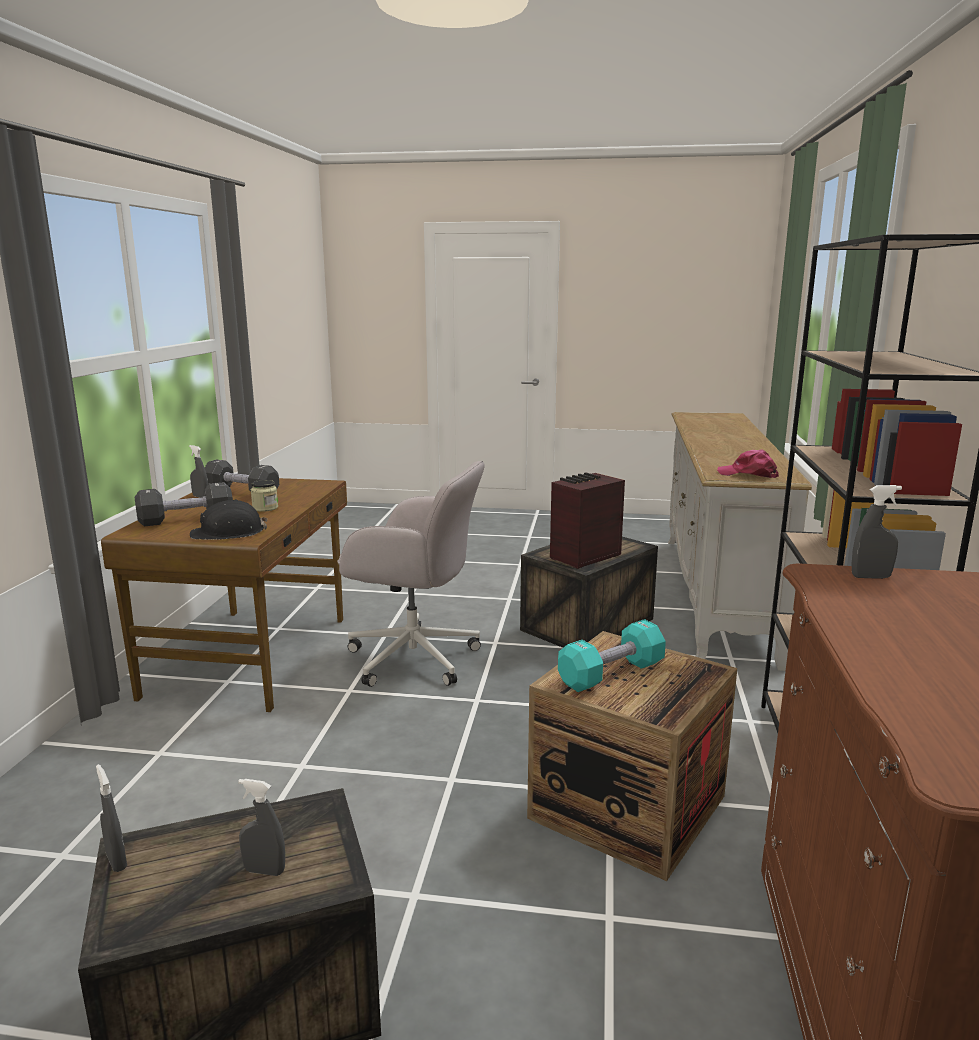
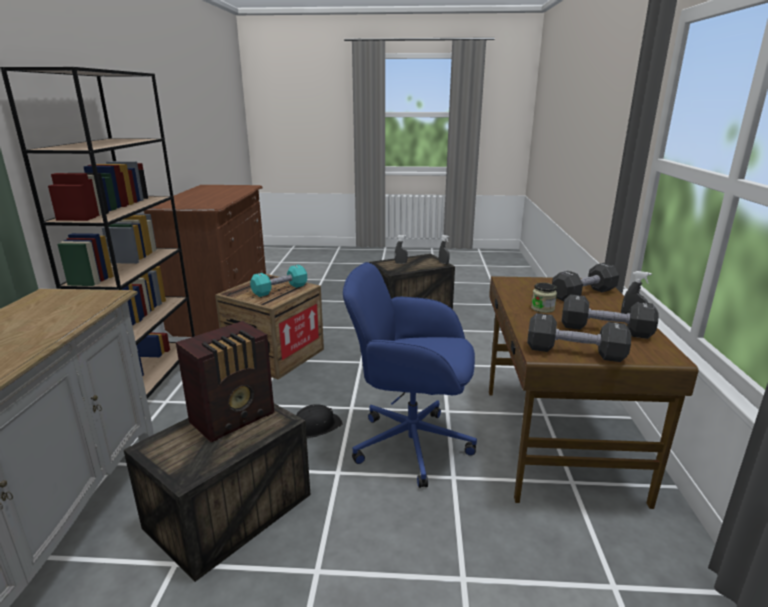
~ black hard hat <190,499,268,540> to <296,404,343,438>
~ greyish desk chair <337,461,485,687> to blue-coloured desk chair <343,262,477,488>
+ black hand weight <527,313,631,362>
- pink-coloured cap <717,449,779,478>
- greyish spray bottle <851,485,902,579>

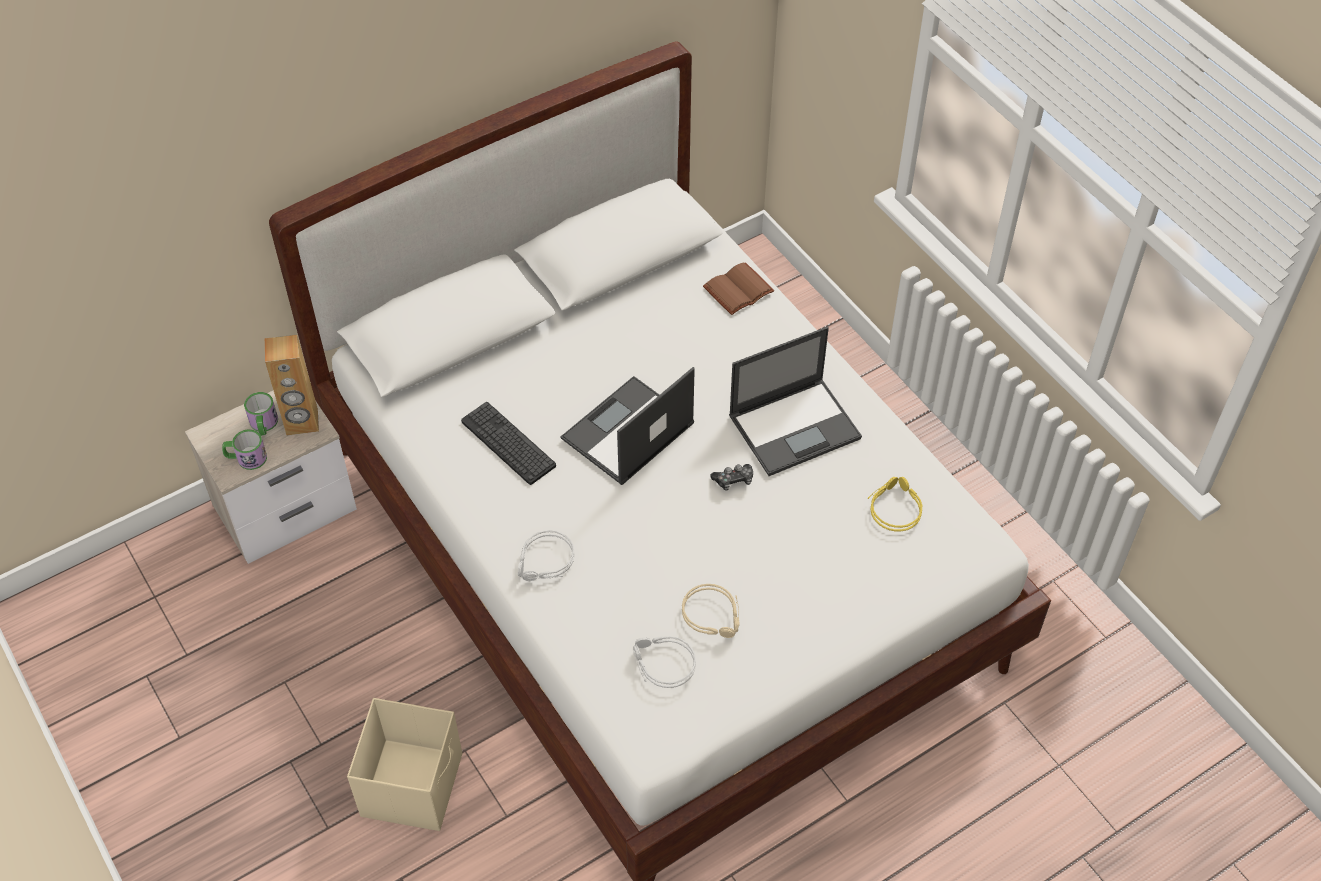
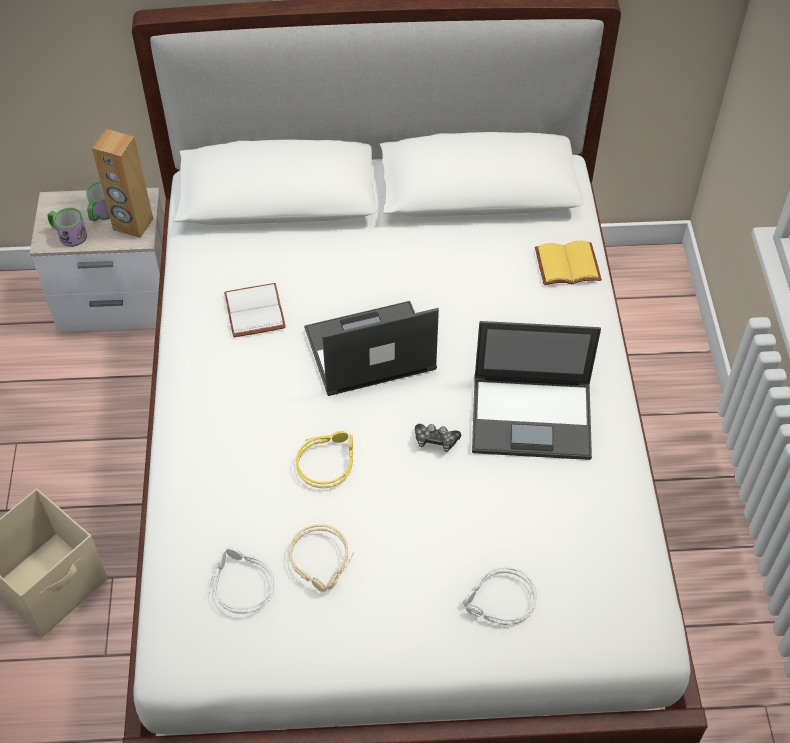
~ keyboard <461,402,556,485> to white book <224,283,286,337>
~ yellow headphones <868,477,922,531> to <296,431,353,488>
~ greyish headphones <518,530,575,581> to <463,567,537,628>
~ brown-coloured book <703,262,775,315> to yellow book <535,241,602,285>

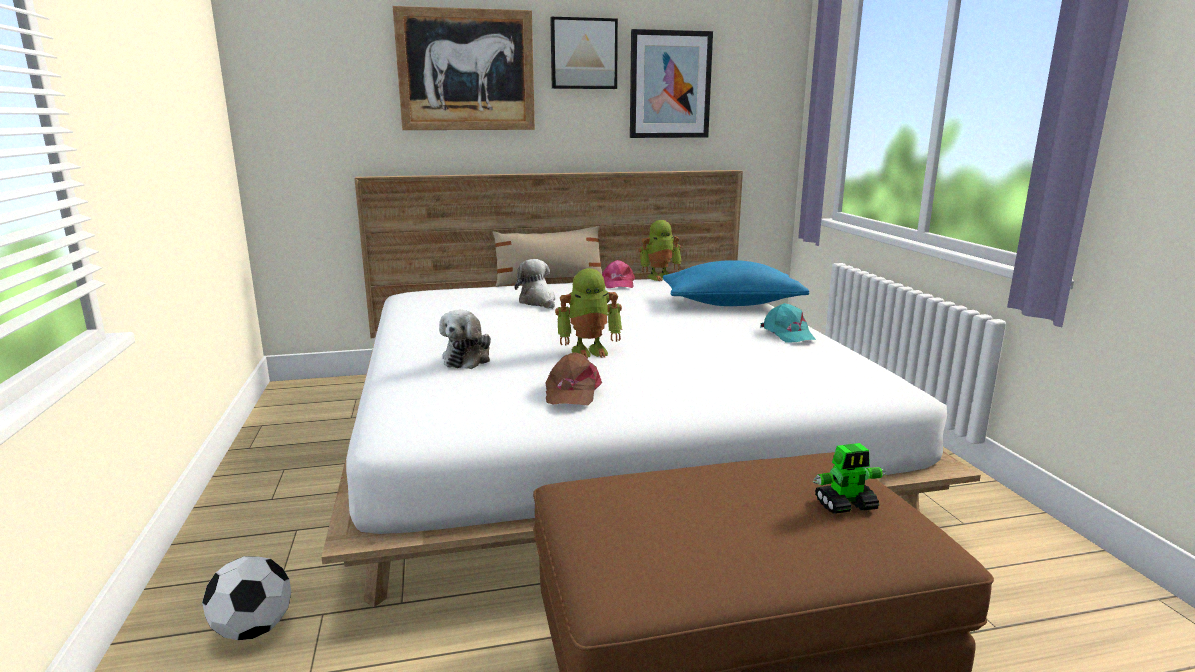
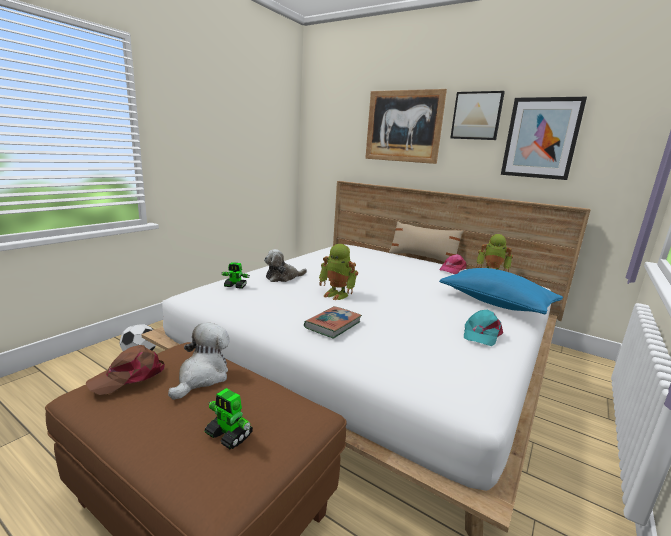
~ brown-coloured cap <546,352,602,405> to <86,345,165,395>
~ plush toy <515,259,556,309> to <168,323,230,400>
+ robot figure <221,262,250,289>
+ book <304,306,362,339>

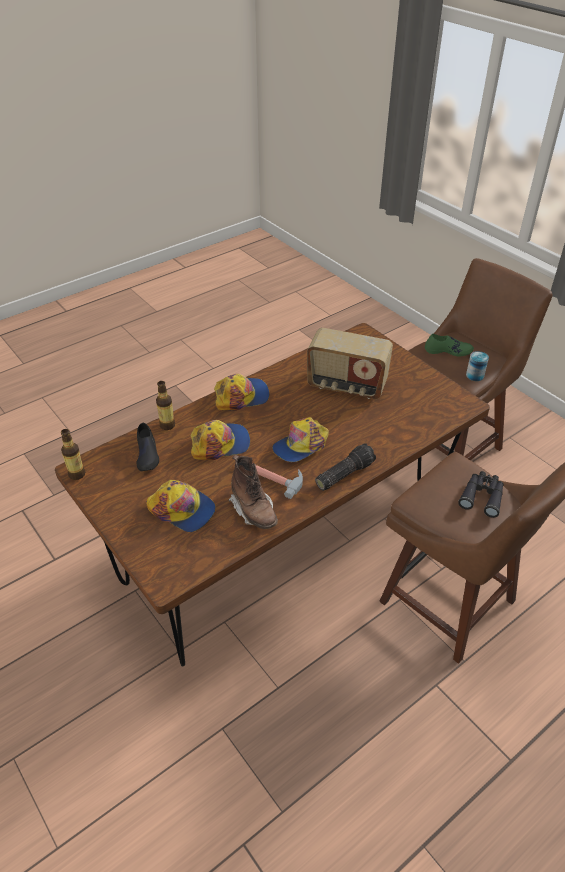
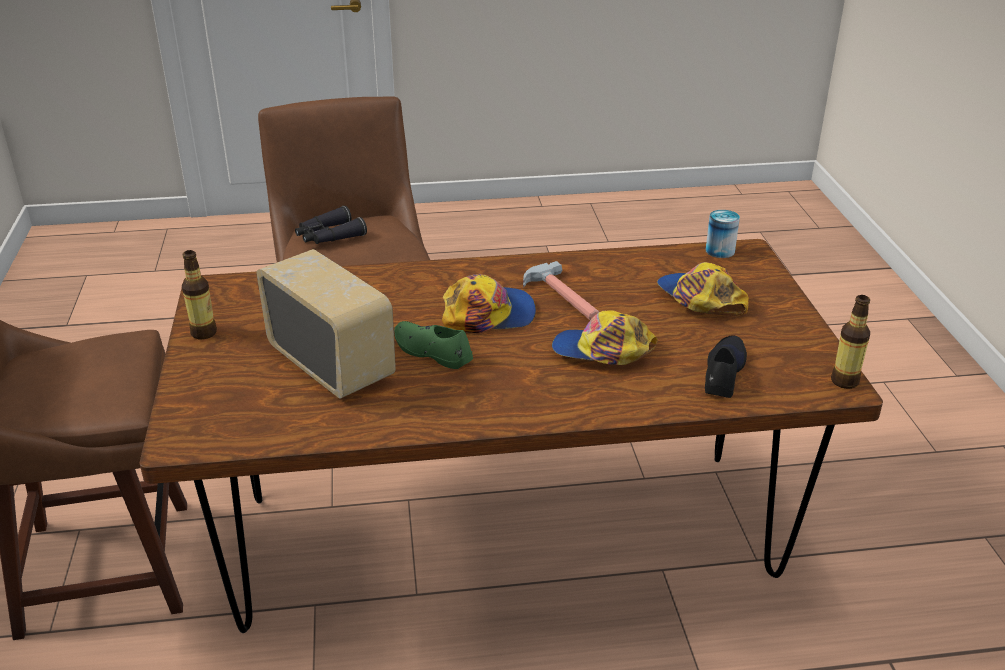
~ bottle <156,381,175,430> to <182,250,217,339>
~ green item of footwear <425,334,474,357> to <394,321,473,369>
~ can <466,351,489,381> to <706,210,740,258>
- cap <214,374,269,411>
- brown-coloured high-top boot <229,454,278,529>
- flashlight <315,443,376,491>

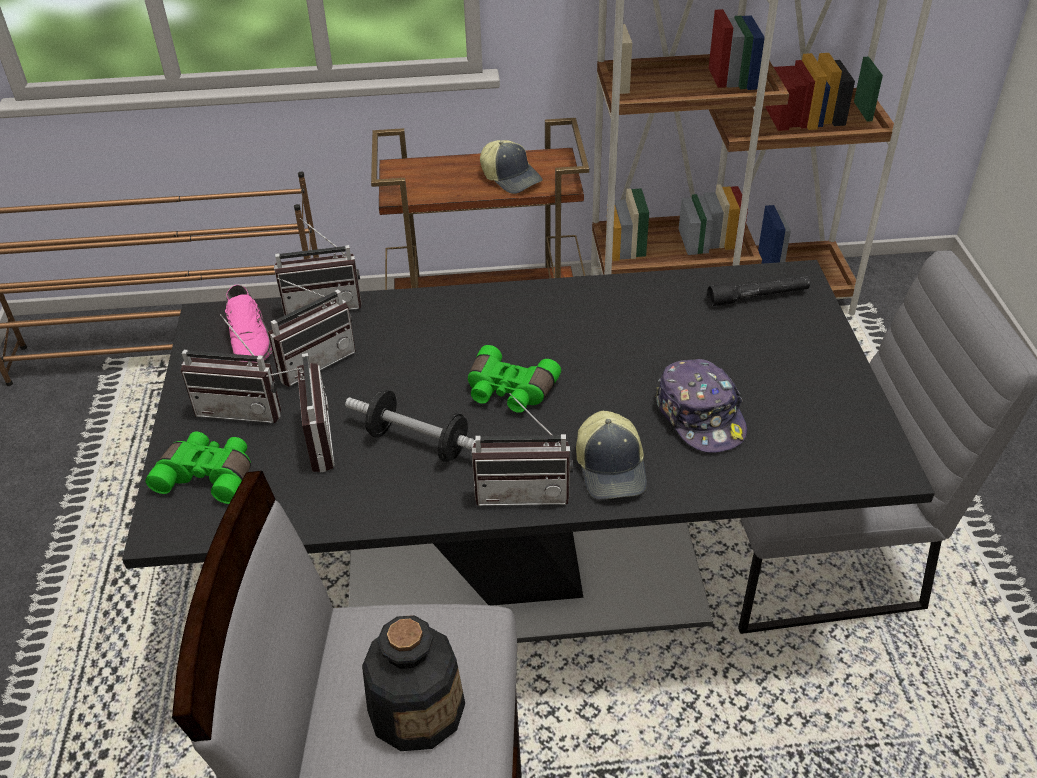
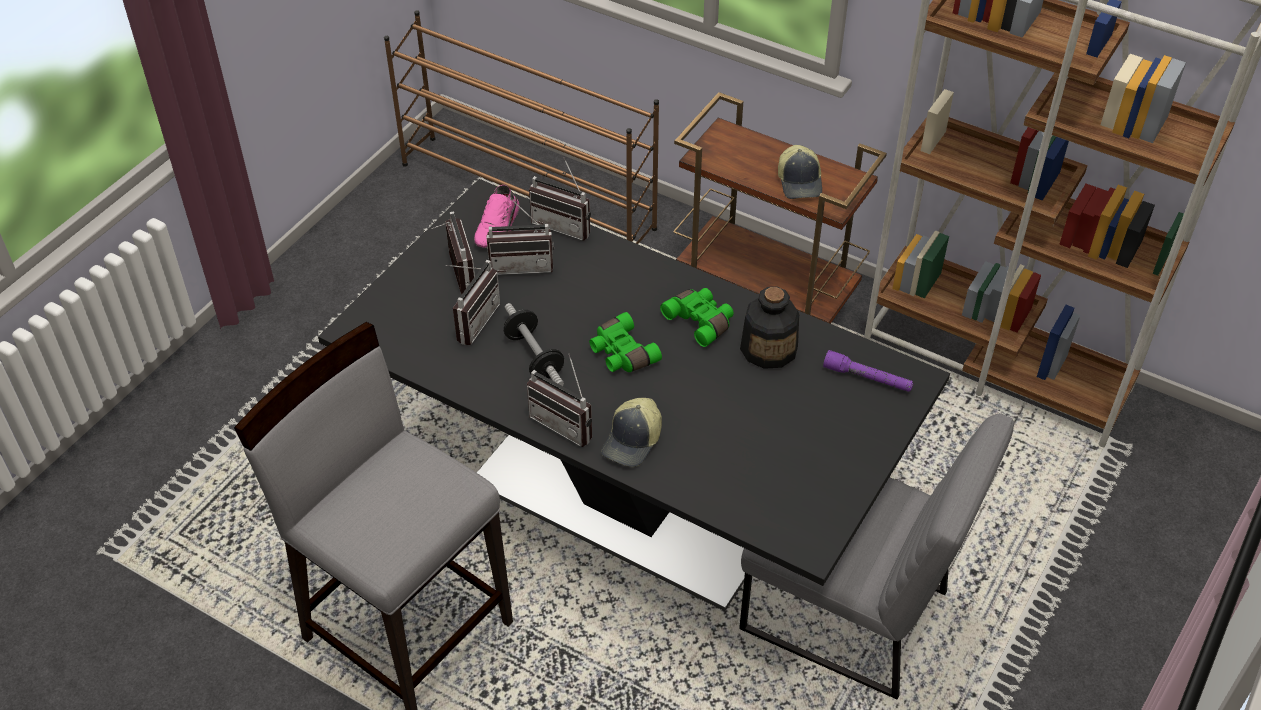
~ radio <181,314,281,423> = <432,211,475,295> 150 degrees counterclockwise
~ green field glasses <145,432,251,504> to <660,288,734,347>
~ bottle <362,615,465,751> to <740,287,799,369>
~ black flashlight <707,276,810,306> to purplish flashlight <823,350,913,392>
- cap <656,359,747,453>

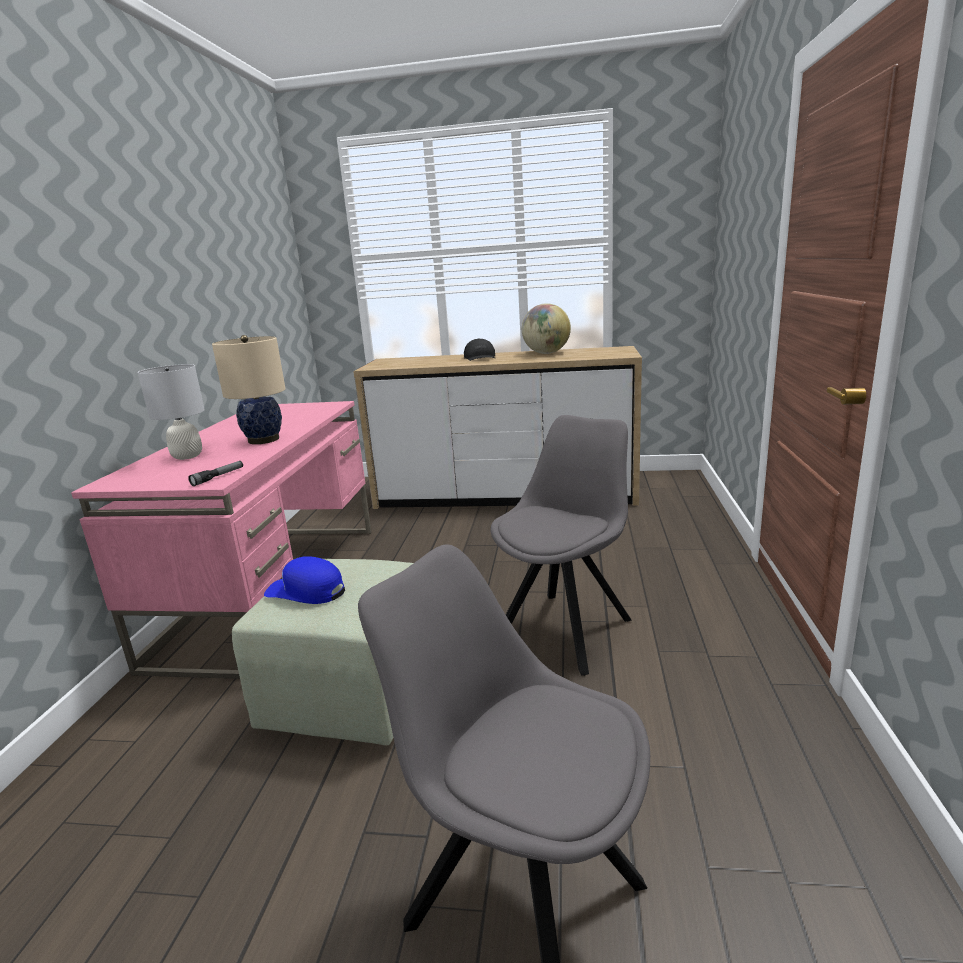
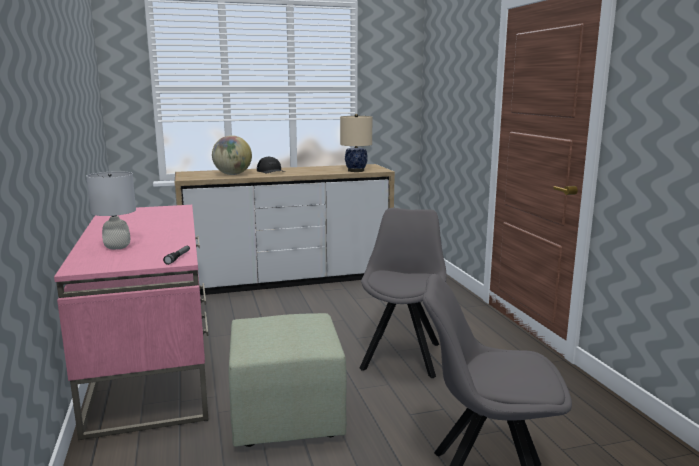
~ globe <522,303,571,354> to <212,135,252,175>
~ beige lamp for a table <212,335,286,444> to <340,114,372,172>
- blue-coloured cap <264,556,345,604>

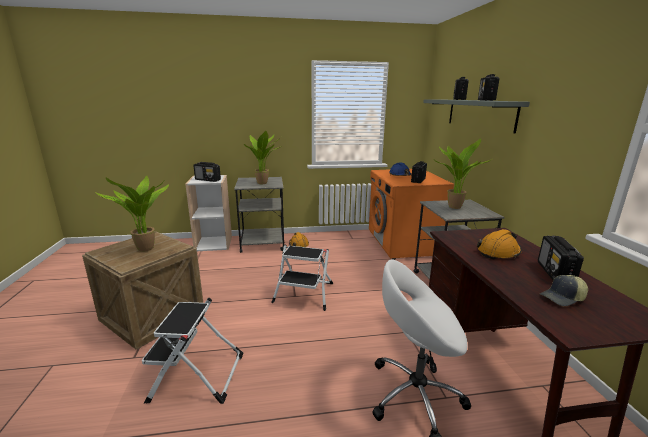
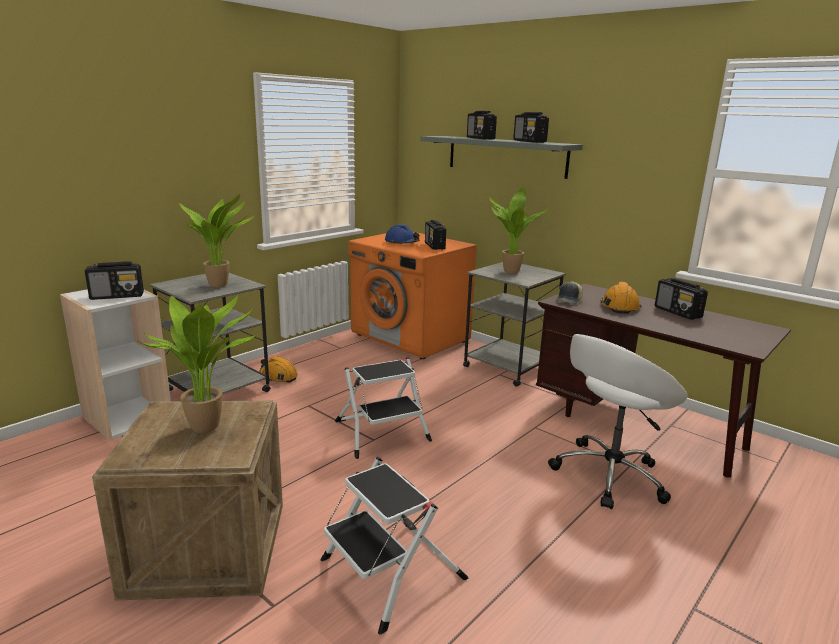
~ cap <540,275,588,306> to <555,281,583,304>

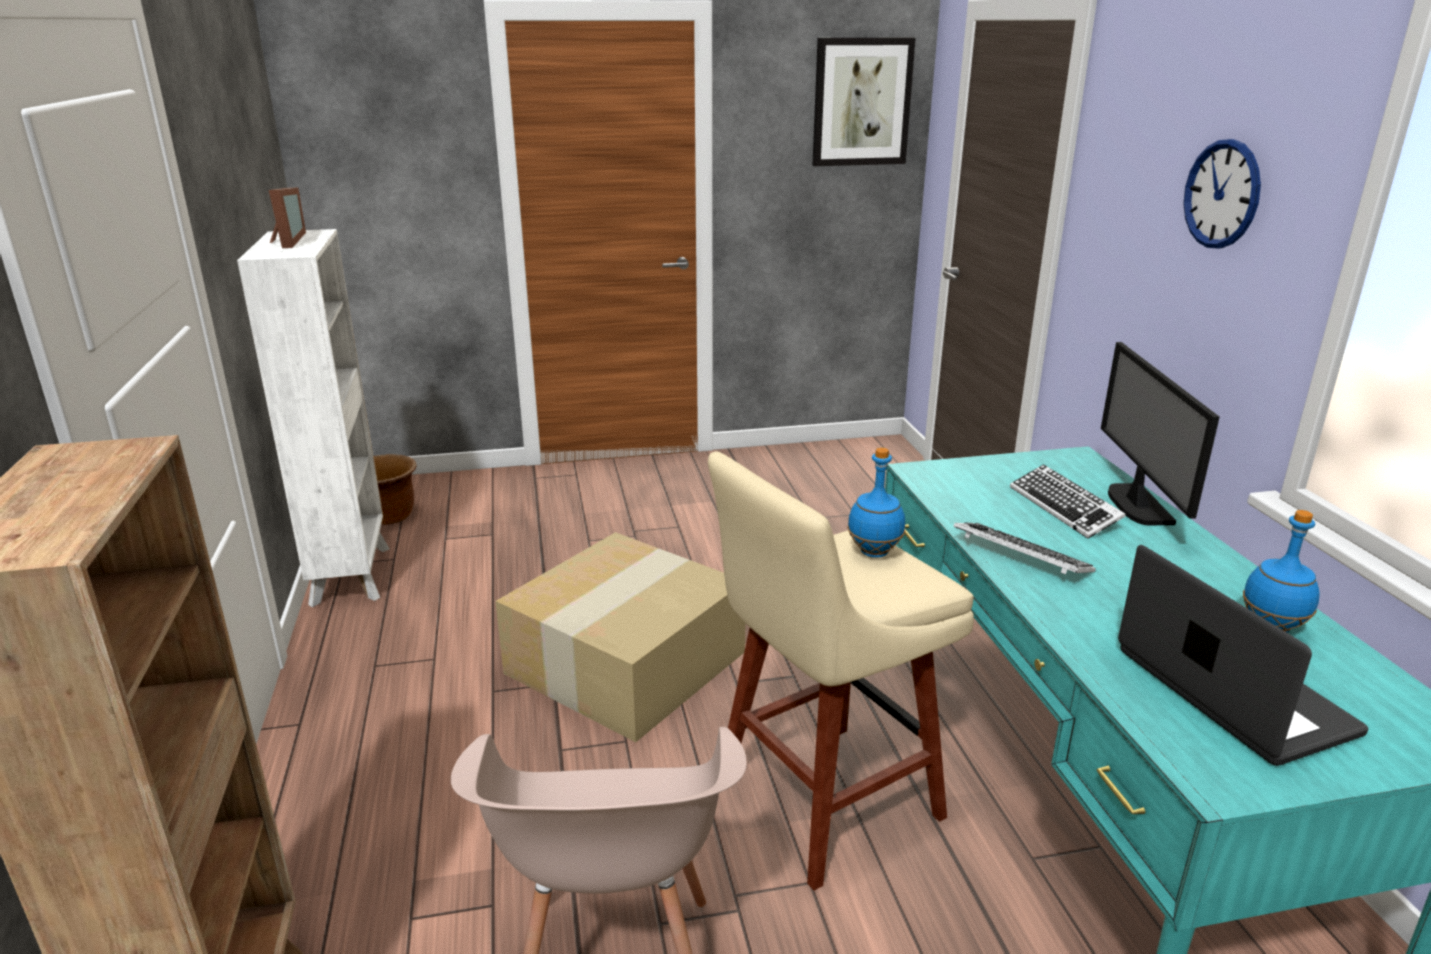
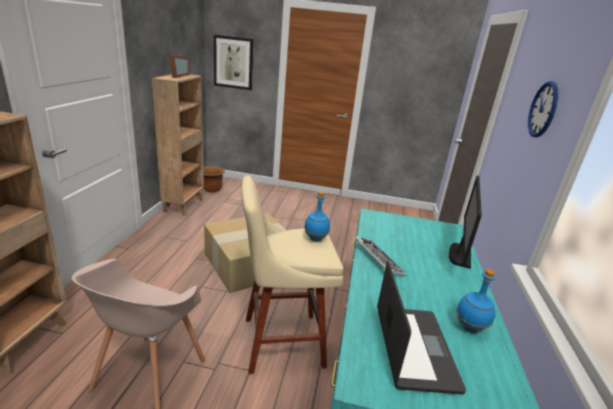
~ white bookcase <237,229,390,607> to brown-coloured bookcase <152,74,204,216>
~ wall picture <812,38,916,166> to <214,35,254,90>
- keyboard <1010,464,1126,539>

